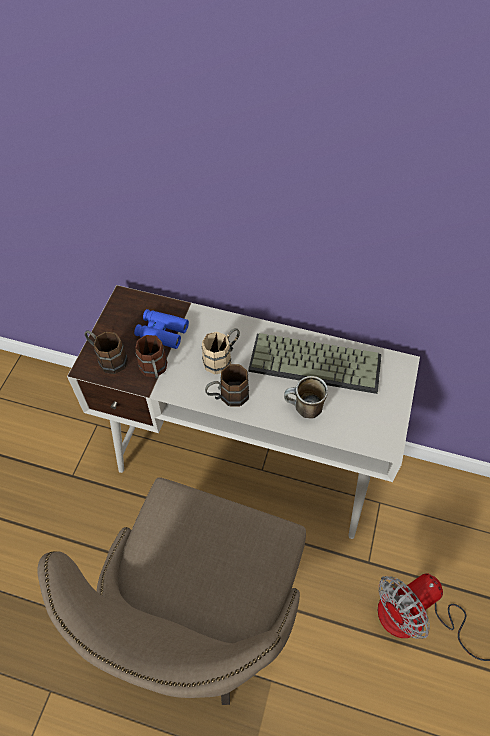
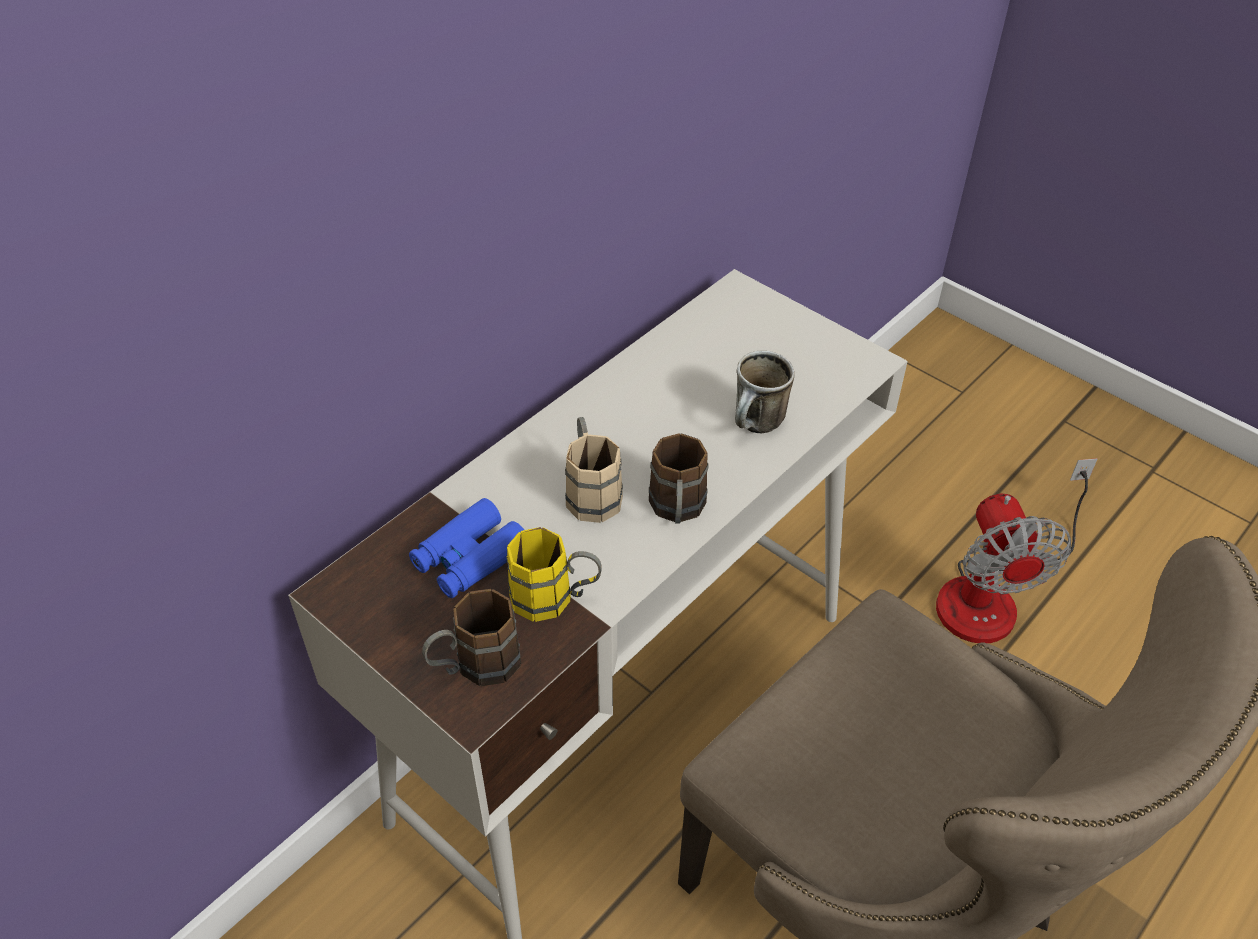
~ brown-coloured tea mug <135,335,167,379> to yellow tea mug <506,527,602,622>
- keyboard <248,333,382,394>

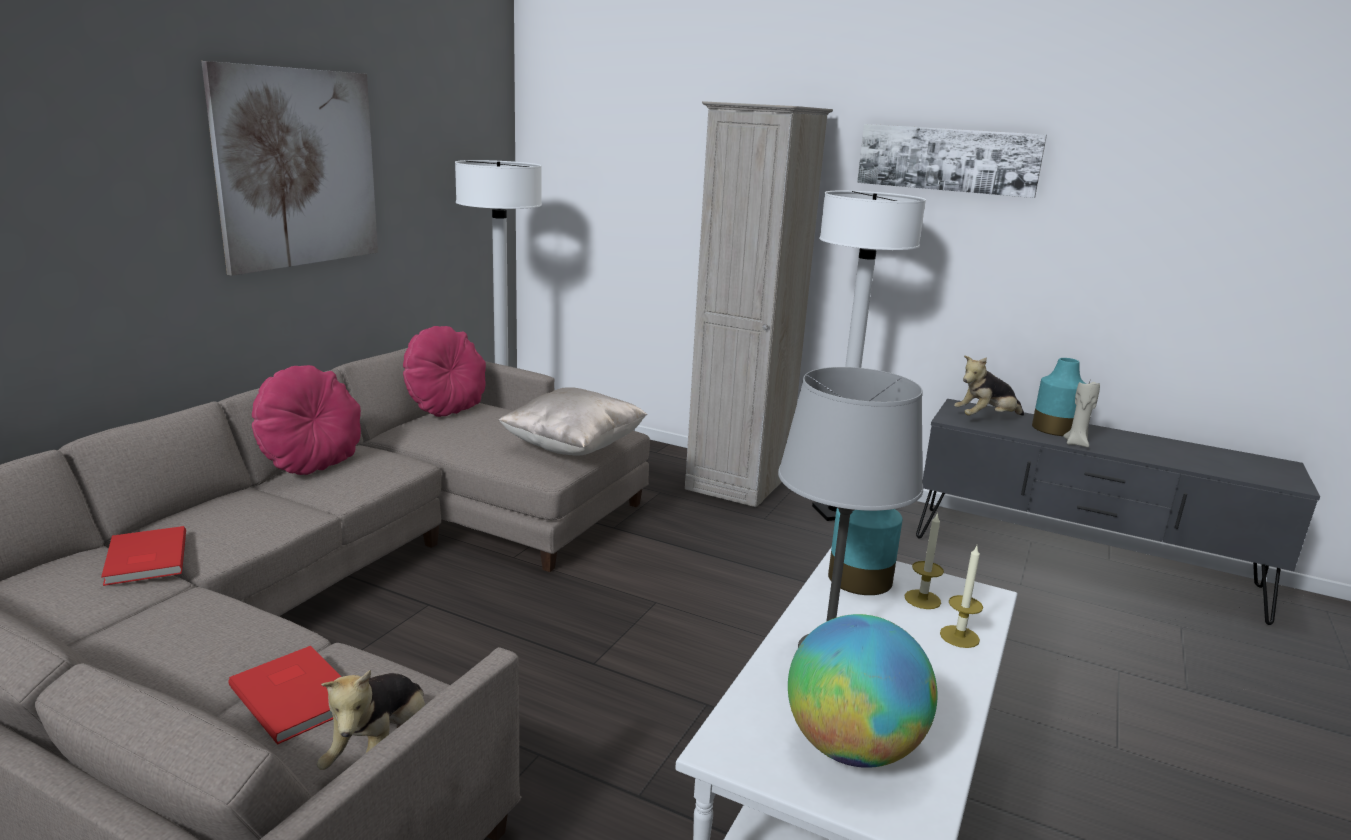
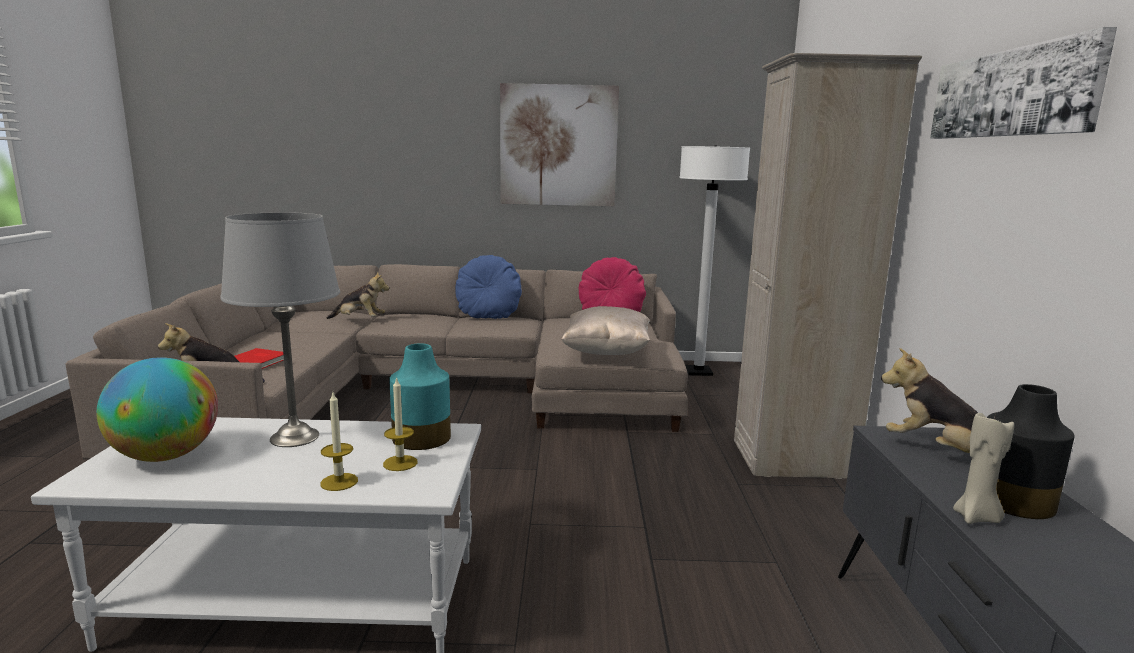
~ red-coloured book <101,526,186,586> to plush toy <326,271,390,319>
~ pink-coloured cushion <252,365,361,475> to blue-coloured cushion <455,255,522,319>
~ turquoise decorative vase <1032,358,1086,436> to black decorative vase <987,384,1074,519>
- white standing lamp <812,191,926,521>

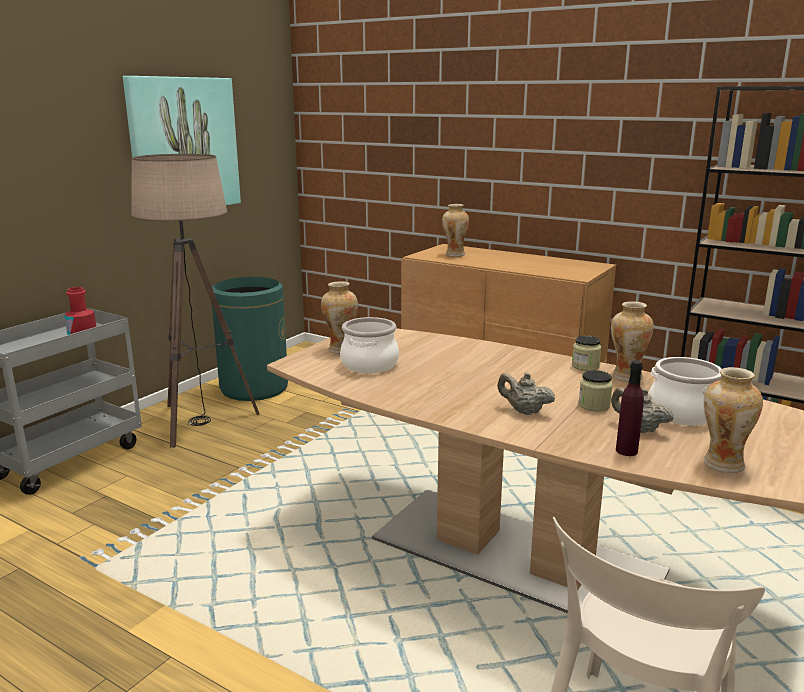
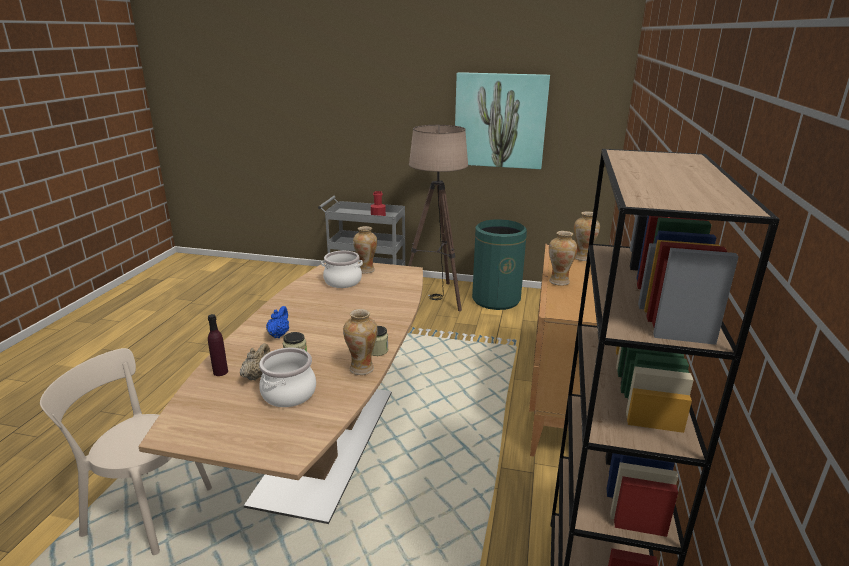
~ beige tea pot <497,372,555,415> to blue-coloured tea pot <266,306,289,338>
~ decorative vase <704,367,763,473> to <549,231,577,286>

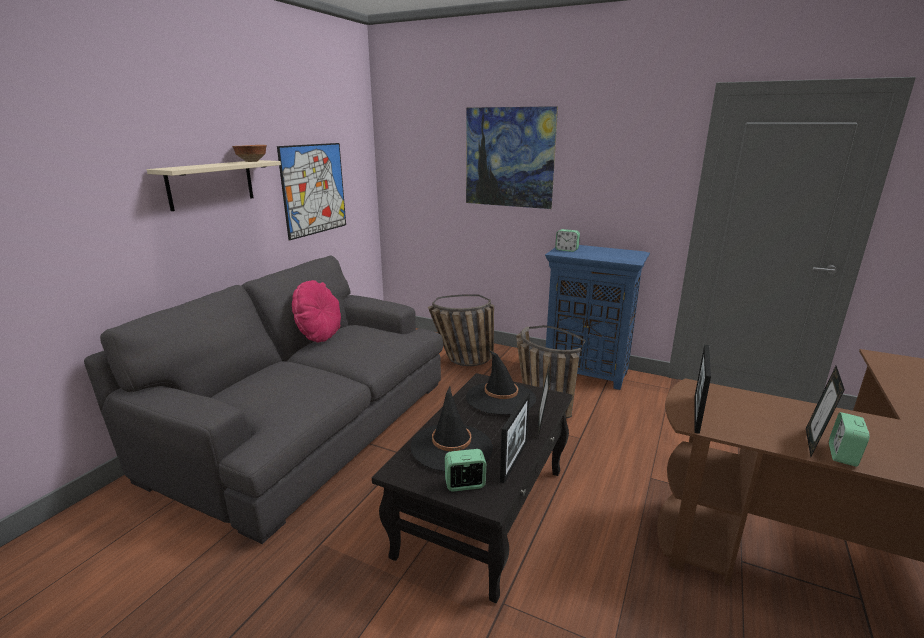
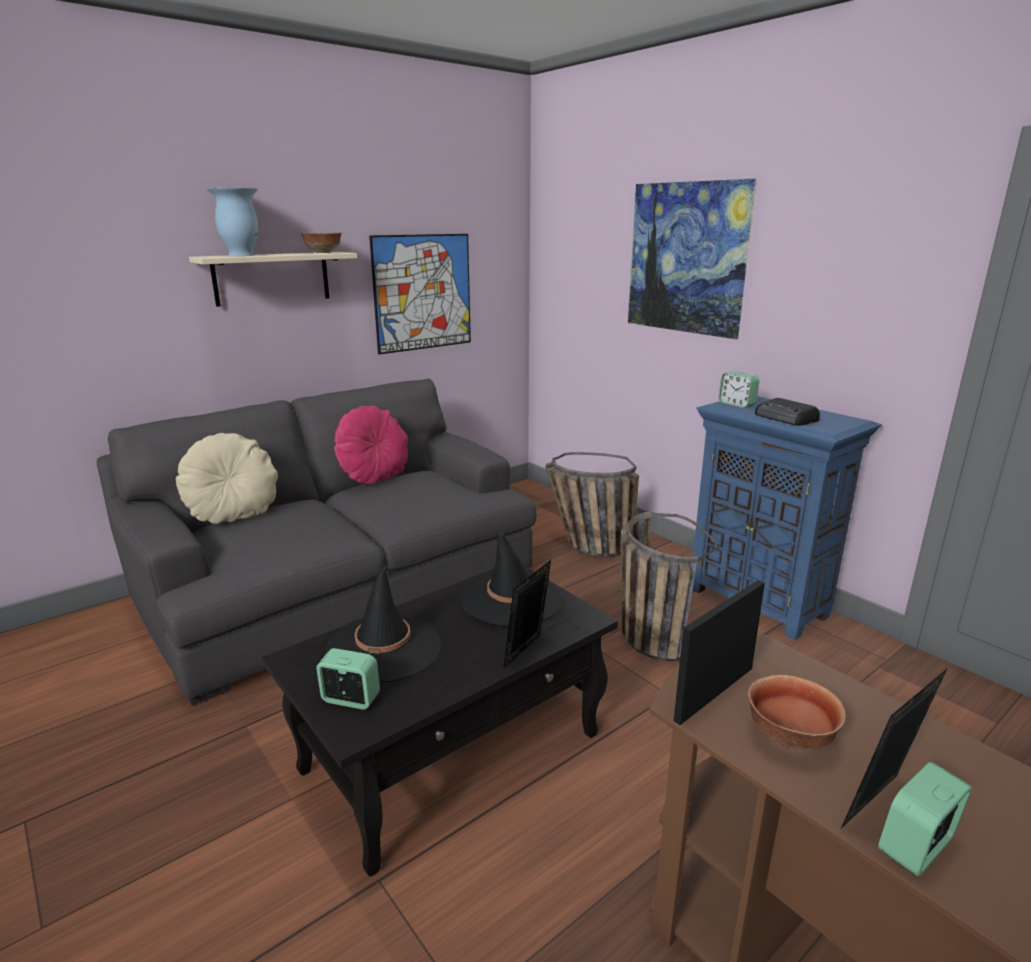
+ beige cushion <176,433,278,524>
+ decorative vase <206,188,259,256>
+ bowl <748,675,846,750>
+ radio <755,398,820,426>
- photo frame <500,392,530,483>

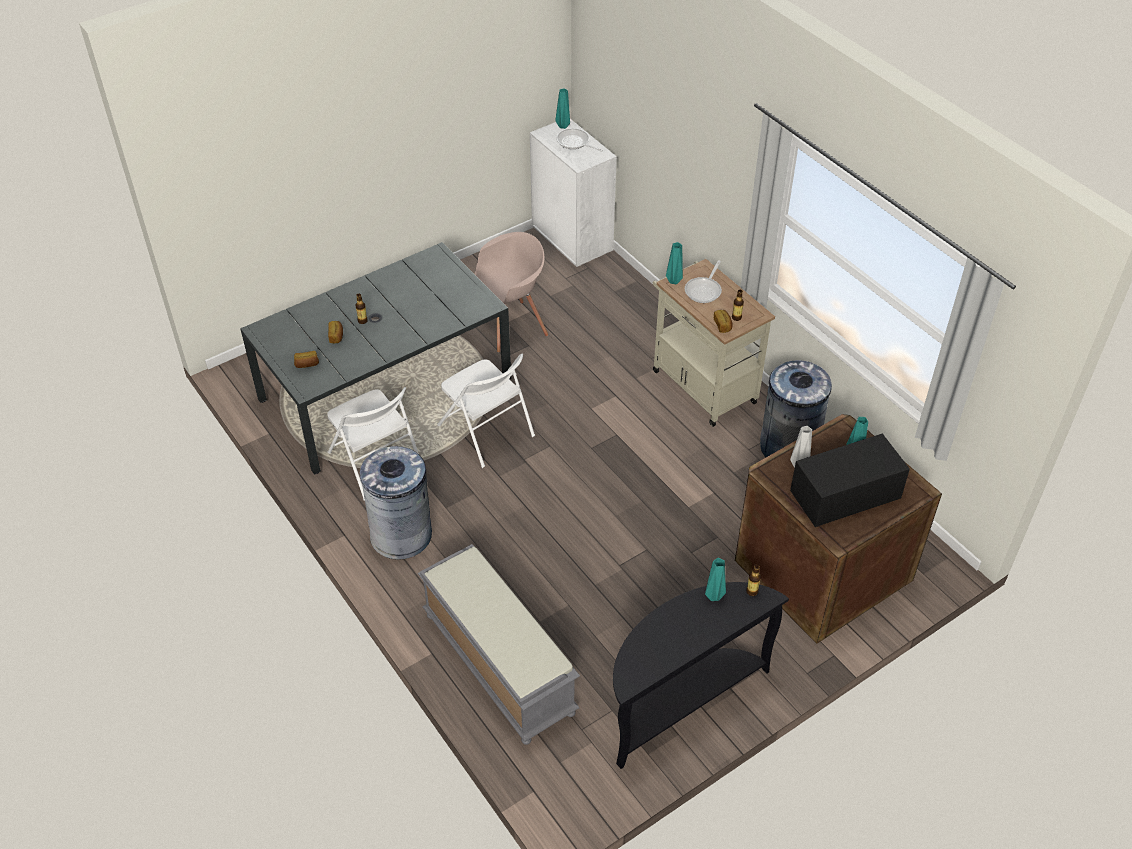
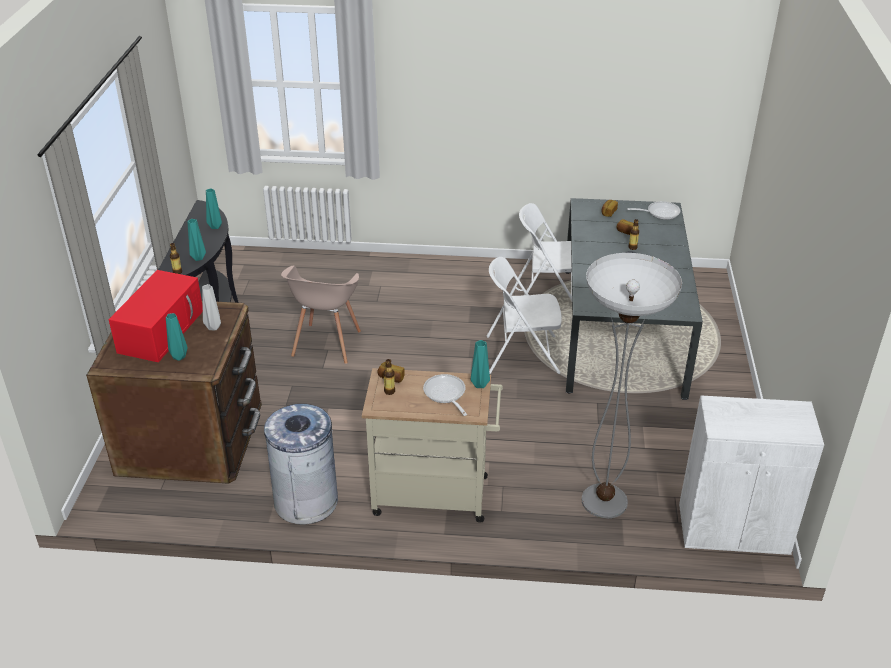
~ black kitchen microwave <790,434,910,527> to red-coloured kitchen microwave <109,270,203,362>
~ turquoise decorative vase <555,88,570,129> to <206,188,222,229>
~ beige chair <475,232,548,352> to <281,266,361,364>
+ standing lamp <582,253,682,518>
~ frying pan <556,128,603,152> to <627,201,681,220>
- greyish waste bin <360,446,432,560>
- greyish bench <418,544,580,745>

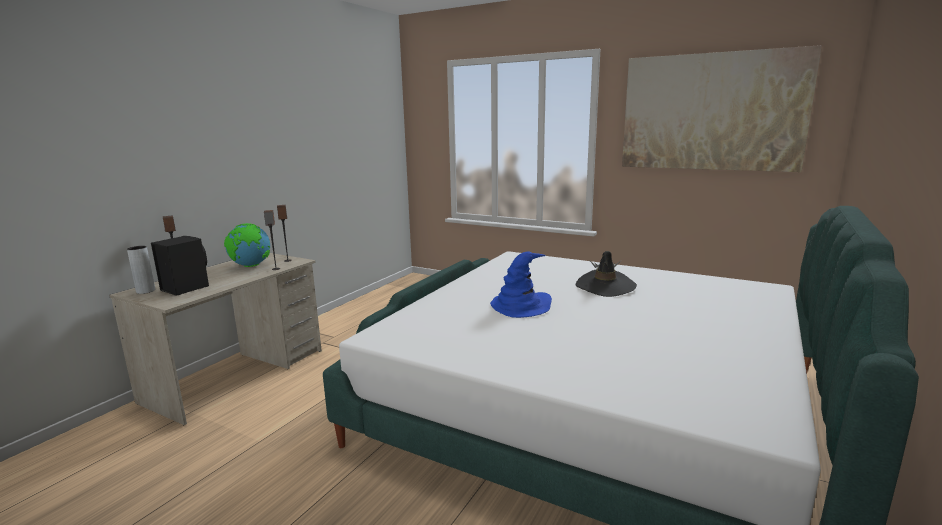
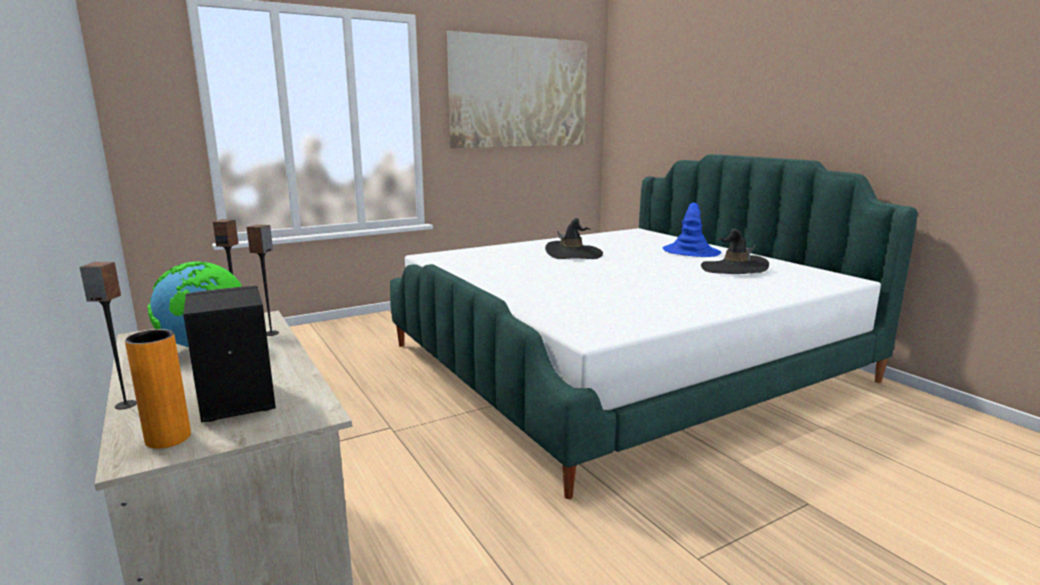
~ greyish decorative vase <127,246,155,294> to orange-coloured decorative vase <125,329,191,449>
~ blue-coloured hat <490,251,552,318> to <663,203,721,257>
+ black hat <701,229,769,274>

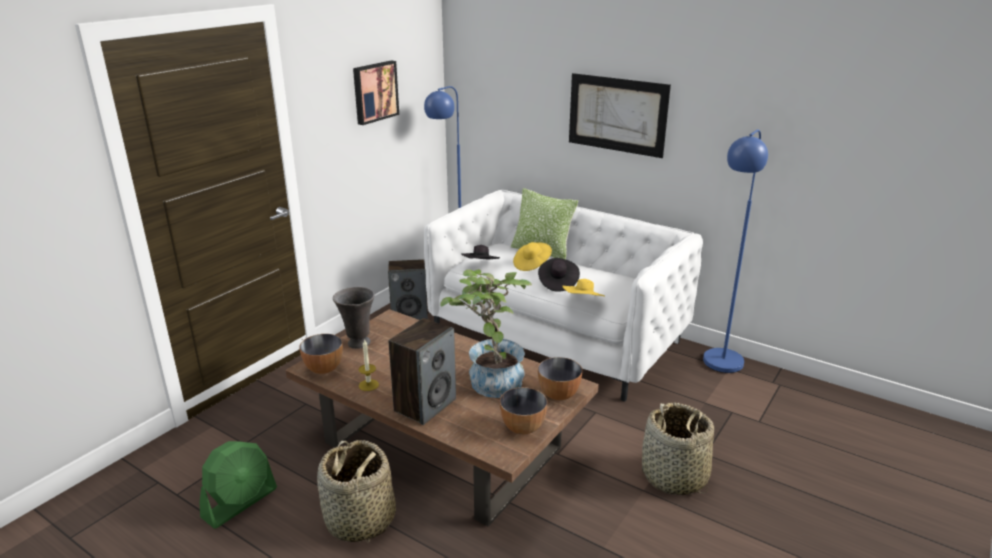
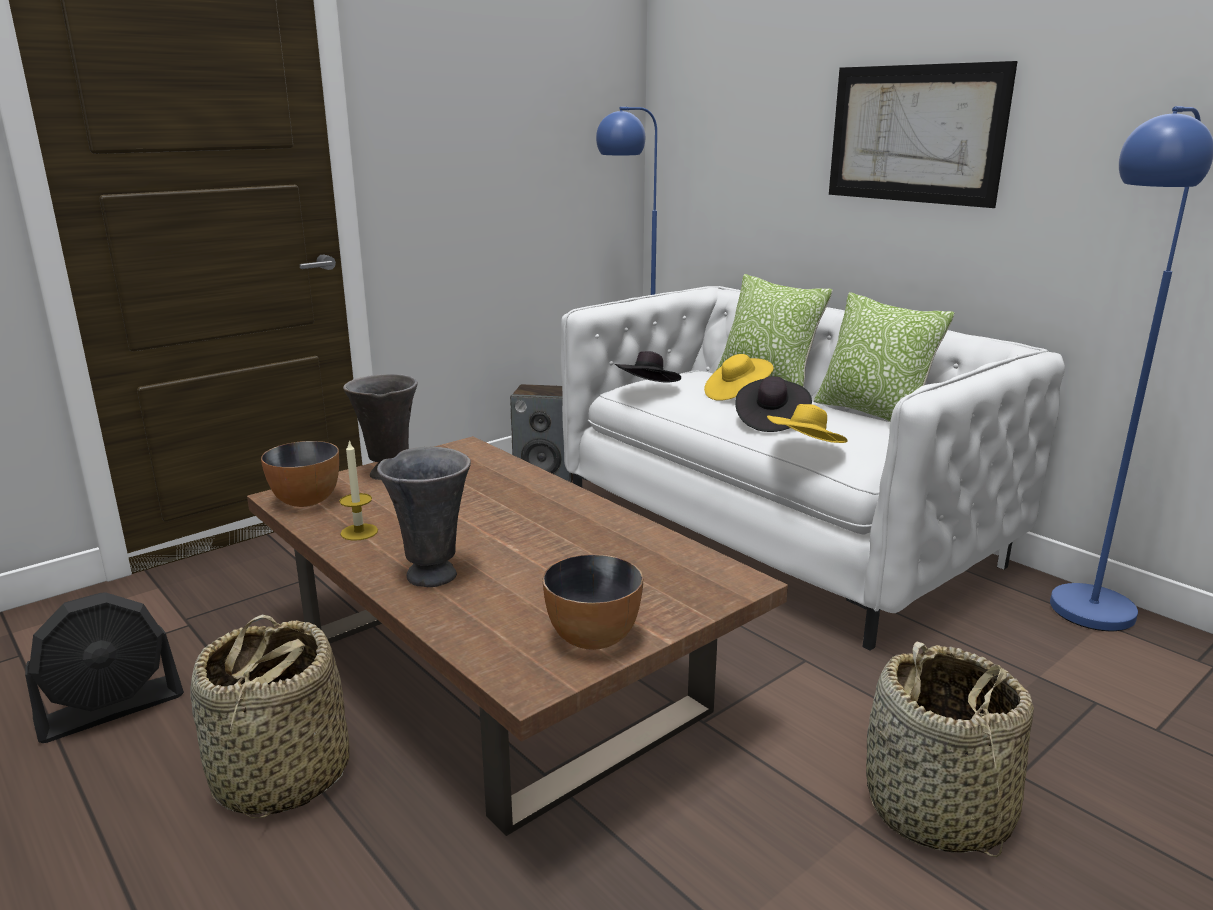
~ green electric fan <199,441,277,529> to black electric fan <25,592,184,743>
~ audio speaker <389,318,456,425> to greyish decorative vase <377,447,471,587>
+ cushion <814,292,955,422>
- wall picture <353,61,399,125>
- potted plant <441,269,532,398>
- bowl <538,357,582,400>

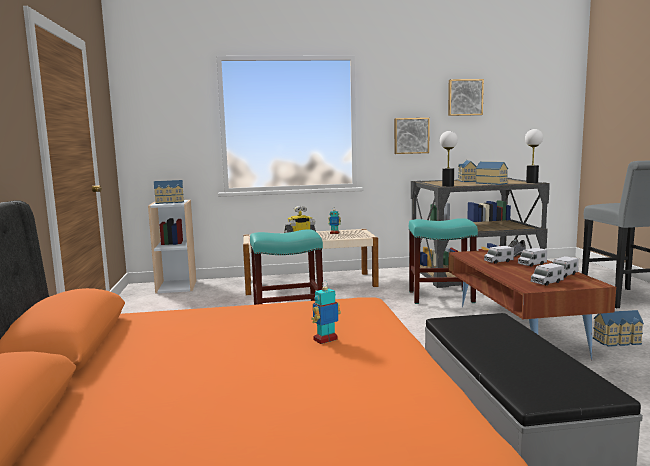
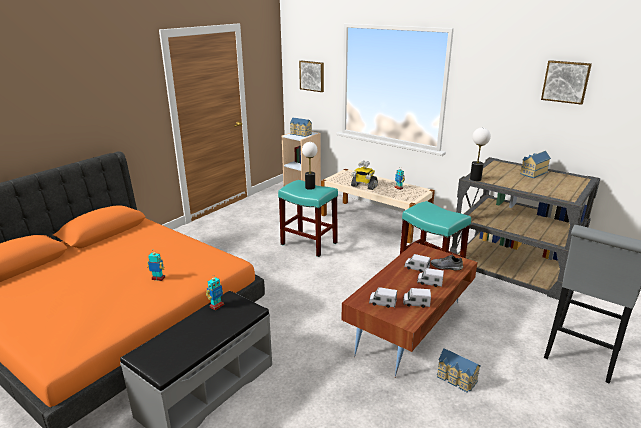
+ robot figure <206,275,224,310>
~ wall picture <394,118,430,154> to <299,60,324,92>
~ lamp for a table <525,129,543,183> to <302,142,318,190>
- model house <476,161,508,185>

